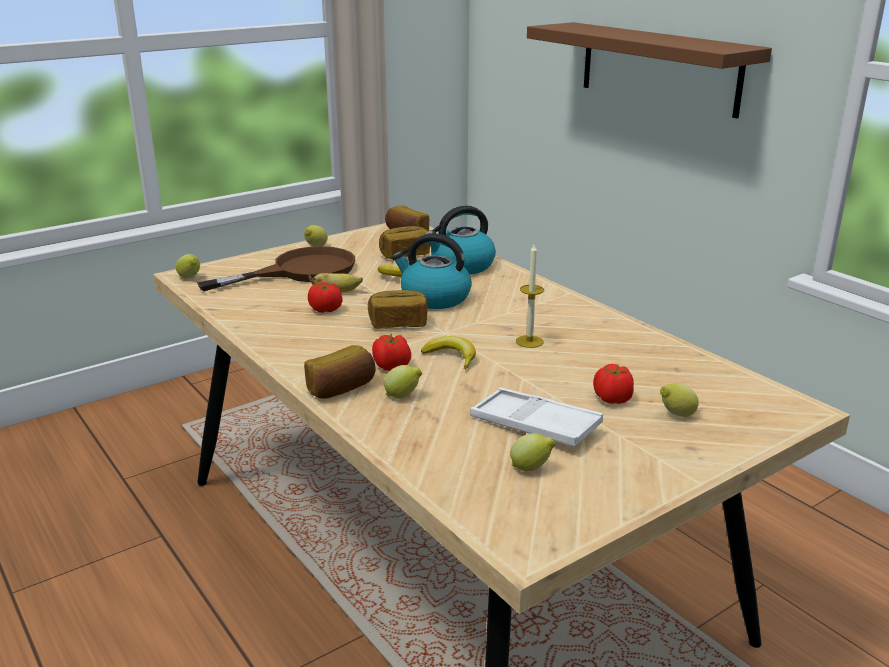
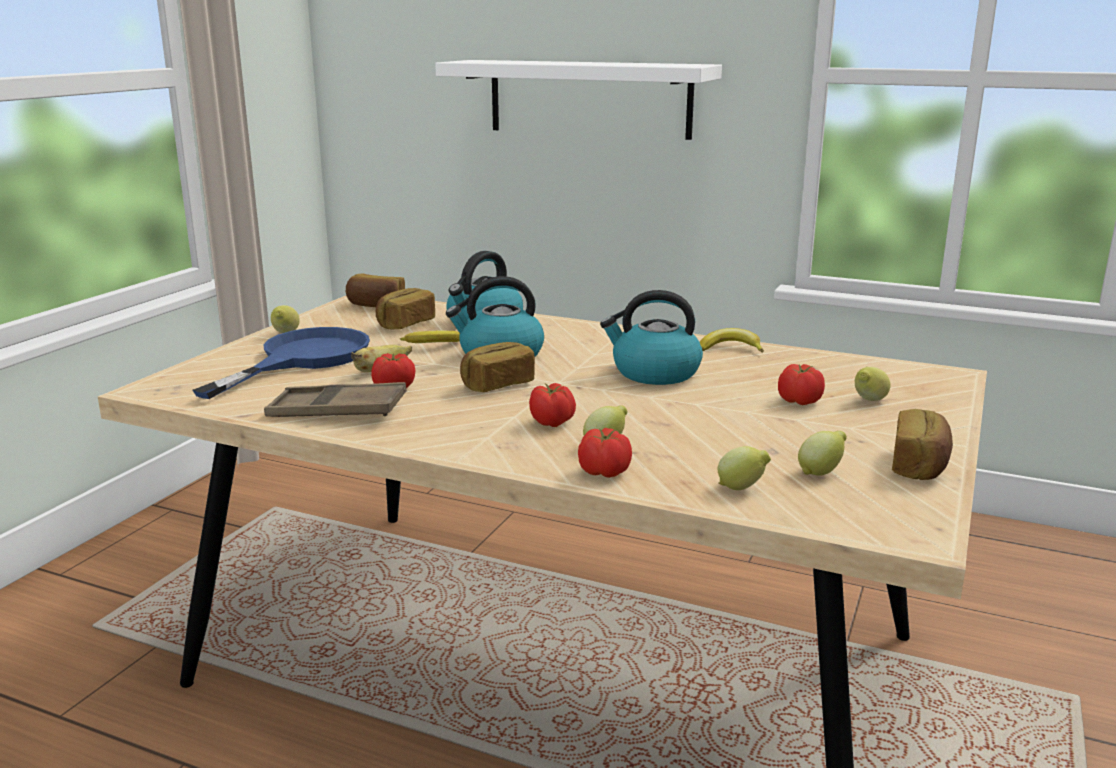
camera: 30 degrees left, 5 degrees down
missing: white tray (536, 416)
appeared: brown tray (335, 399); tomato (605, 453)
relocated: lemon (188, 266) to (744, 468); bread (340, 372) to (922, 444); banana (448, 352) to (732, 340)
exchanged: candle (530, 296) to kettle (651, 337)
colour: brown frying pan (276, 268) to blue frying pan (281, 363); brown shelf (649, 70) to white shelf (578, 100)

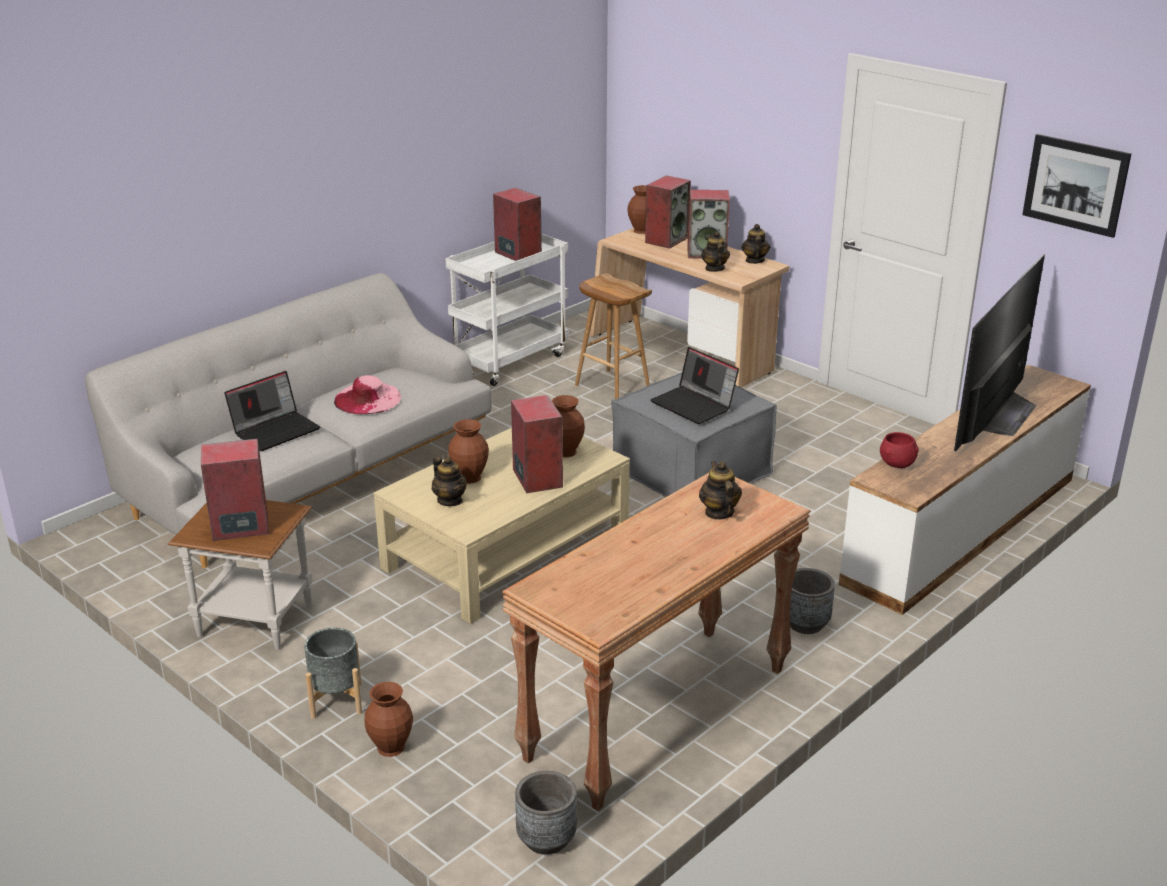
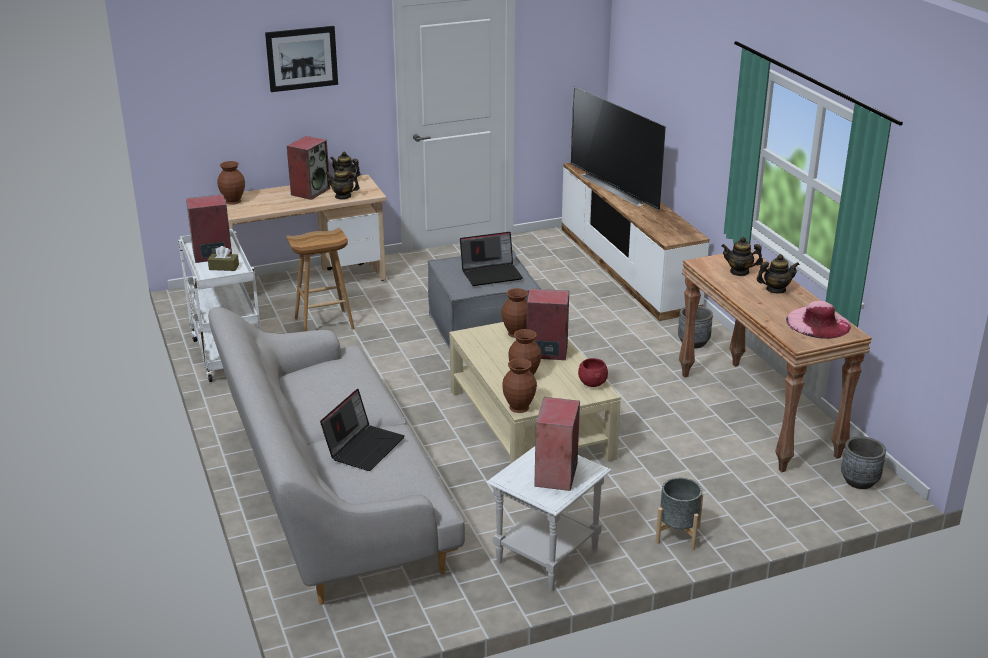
camera: 65 degrees left, 0 degrees up
missing: speaker (668, 212)
appeared: brown tissue box (223, 258)
relocated: pink hat (367, 394) to (818, 320); brown vase (389, 719) to (519, 385); teapot (449, 481) to (778, 274); red bowl (899, 450) to (593, 372); picture (1076, 186) to (301, 59)
colour: brown side table (240, 575) to white side table (549, 518)
spun: laptop (272, 411) = (362, 430) 45 degrees clockwise

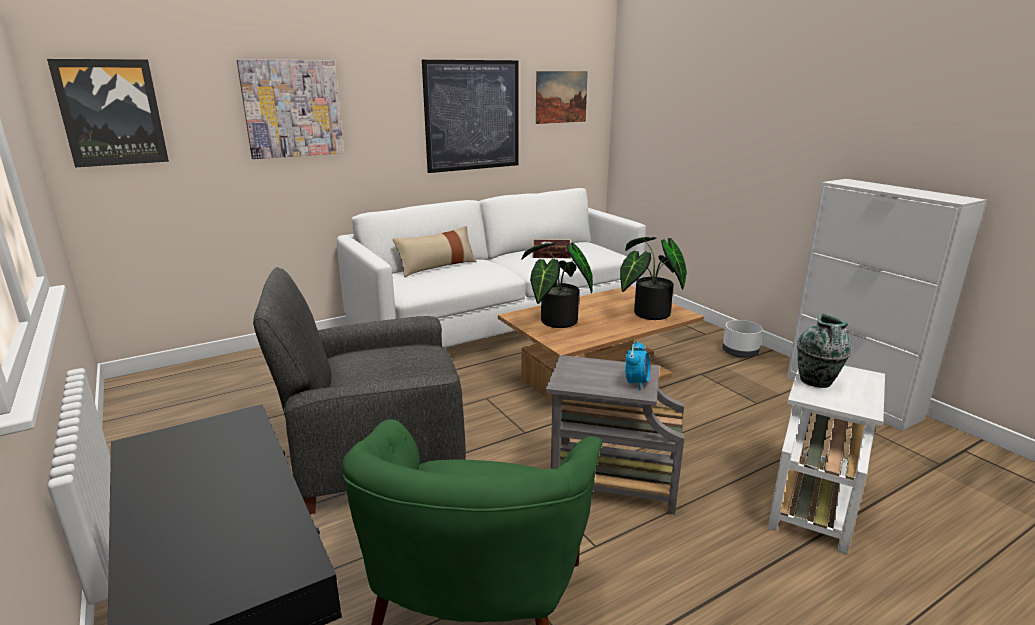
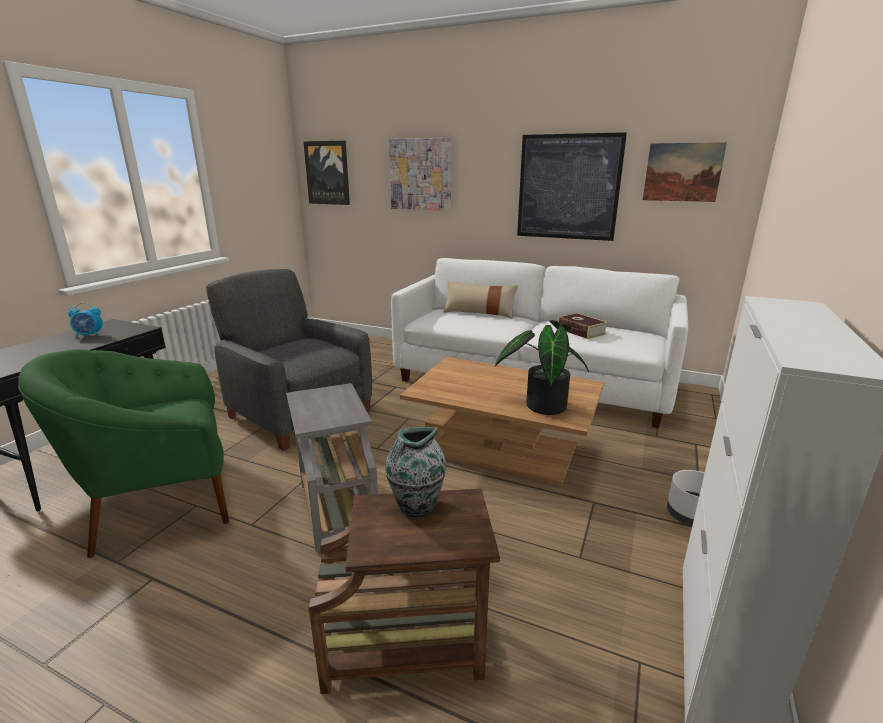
camera: 55 degrees right, 0 degrees up
missing: potted plant (557, 285)
relocated: alarm clock (637, 366) to (85, 320)
colour: white side table (826, 460) to brown side table (404, 591)

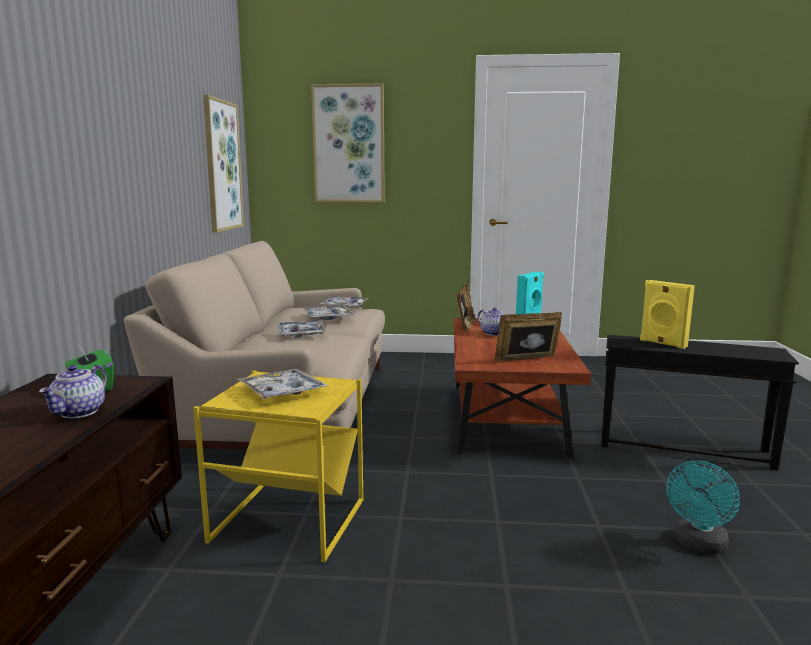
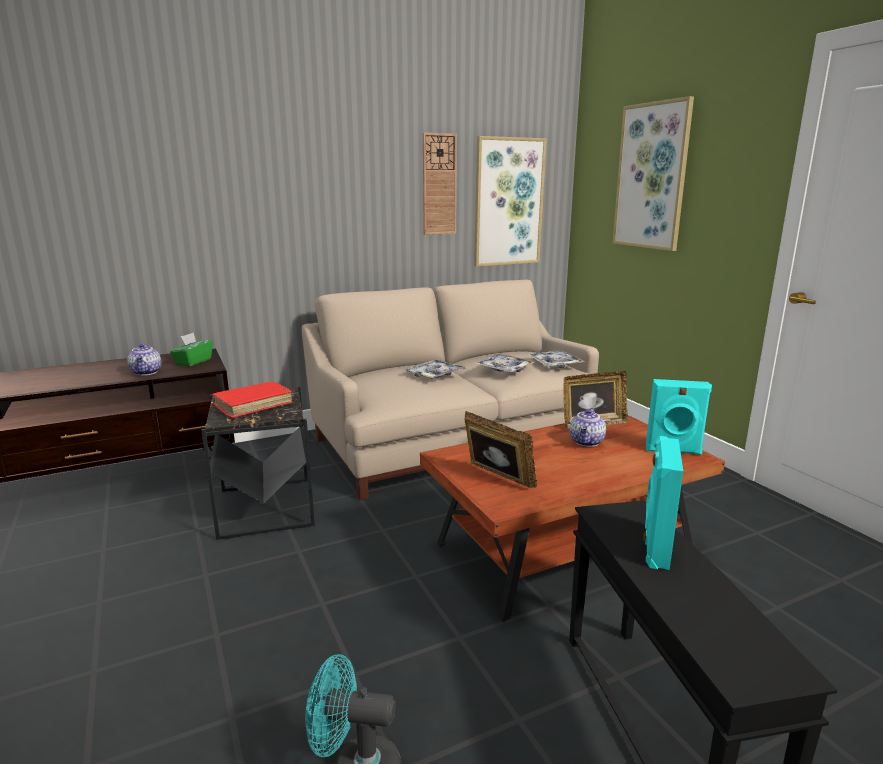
camera: 60 degrees right, 5 degrees up
appeared: wall clock (440, 184)
exchanged: tray (283, 384) to red book (252, 400)
colour: yellow side table (278, 466) to black side table (258, 463); yellow speaker (667, 314) to turquoise speaker (663, 503)
spun: teapot (73, 392) = (144, 360) 90 degrees counterclockwise

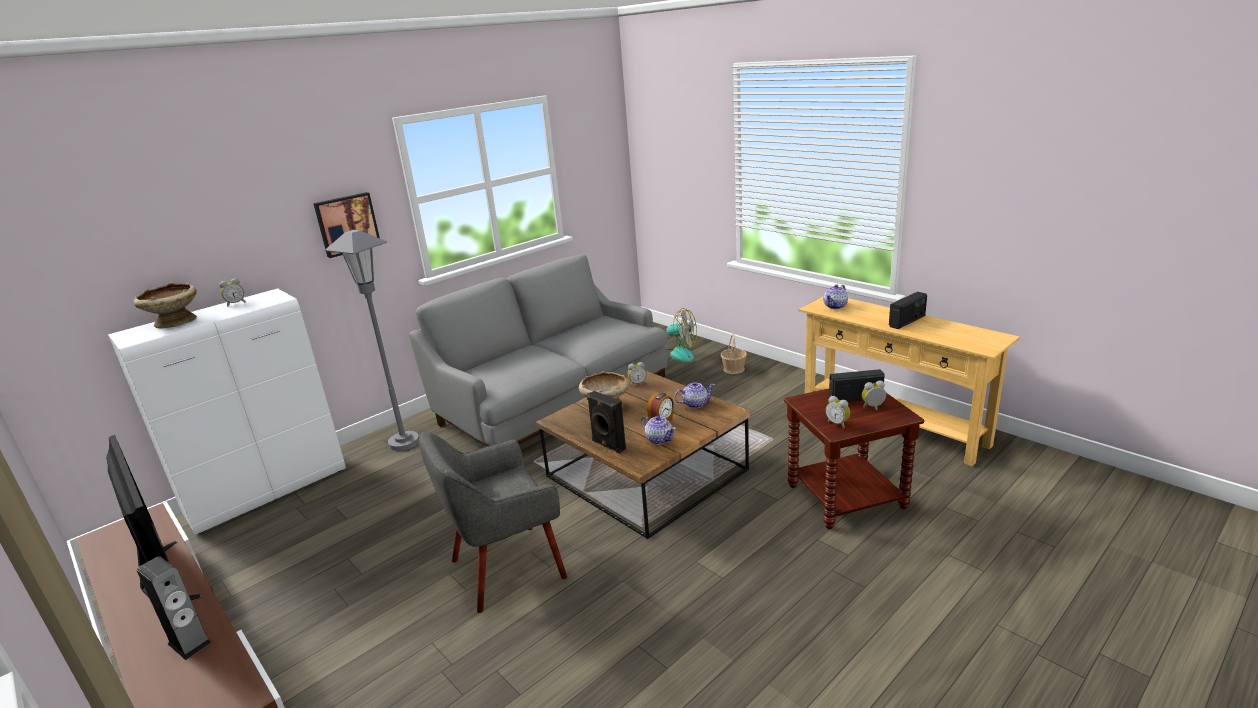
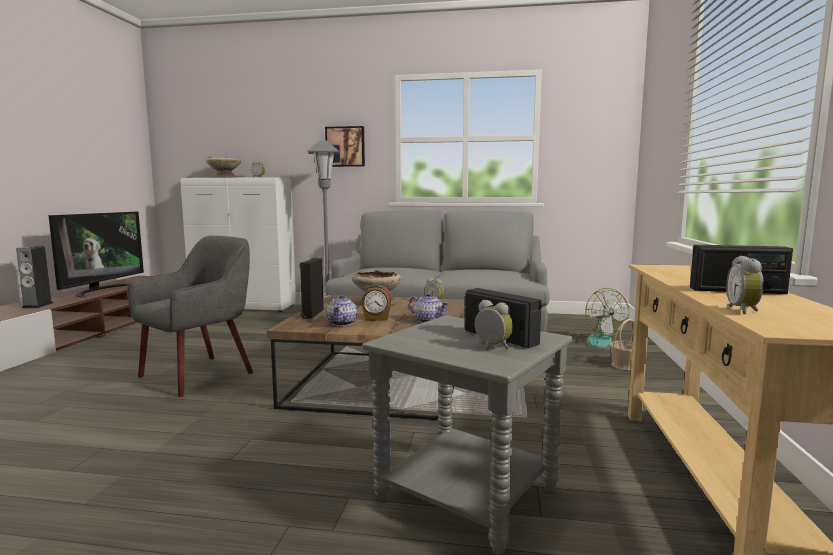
camera: 50 degrees right, 15 degrees down
missing: teapot (836, 297)
relocated: alarm clock (838, 412) to (745, 285)
colour: brown side table (854, 459) to grey side table (467, 435)
spun: grey armchair (493, 522) = (190, 316) 105 degrees clockwise

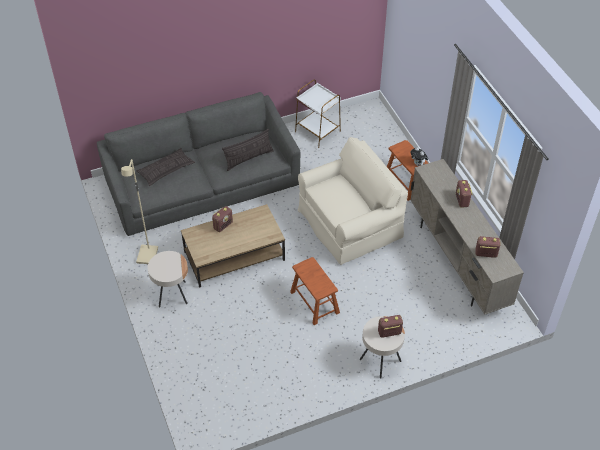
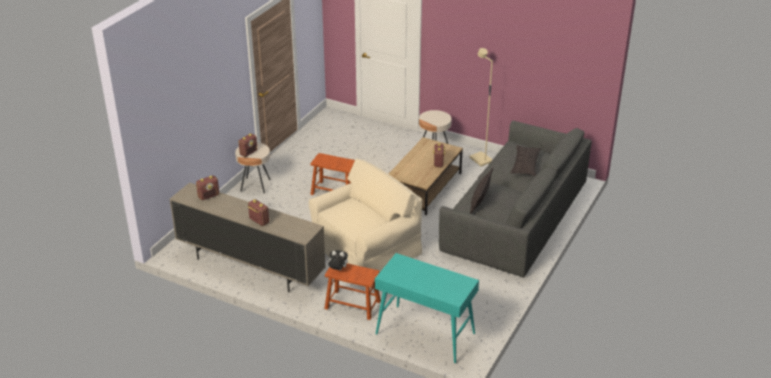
camera: 140 degrees right, 15 degrees down
missing: white side table (318, 114)
appeared: turquoise console table (427, 308)
spun: beige armchair (353, 201) = (365, 214) 150 degrees counterclockwise

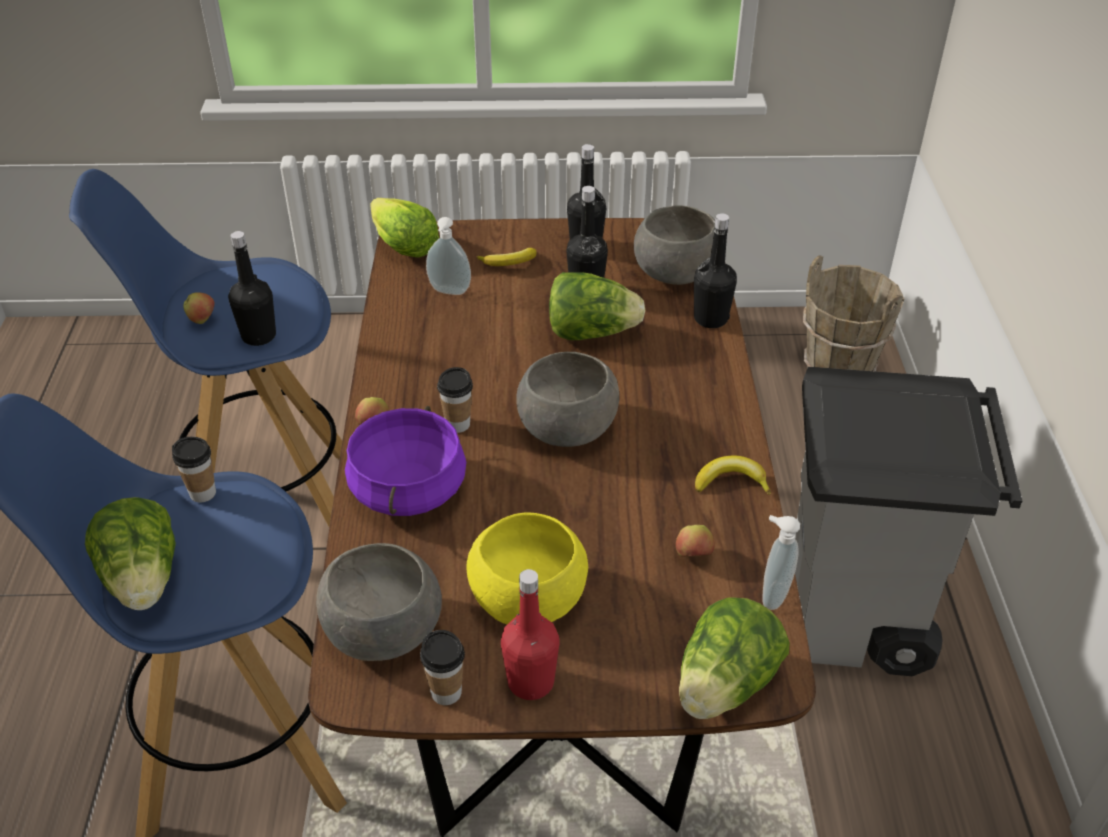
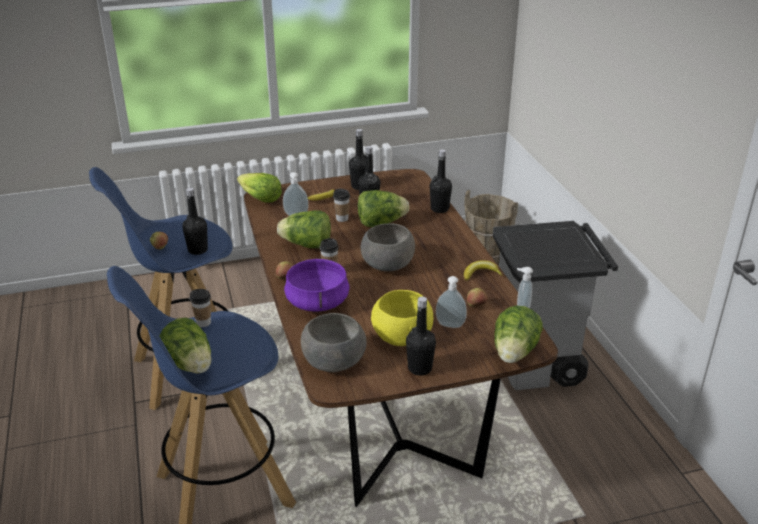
camera: 15 degrees left, 10 degrees down
missing: grey bowl (674, 245)
appeared: lettuce (304, 229); soap dispenser (451, 302)
relocated: cup (442, 667) to (341, 205)
colour: red bottle (530, 634) to black bottle (421, 336)

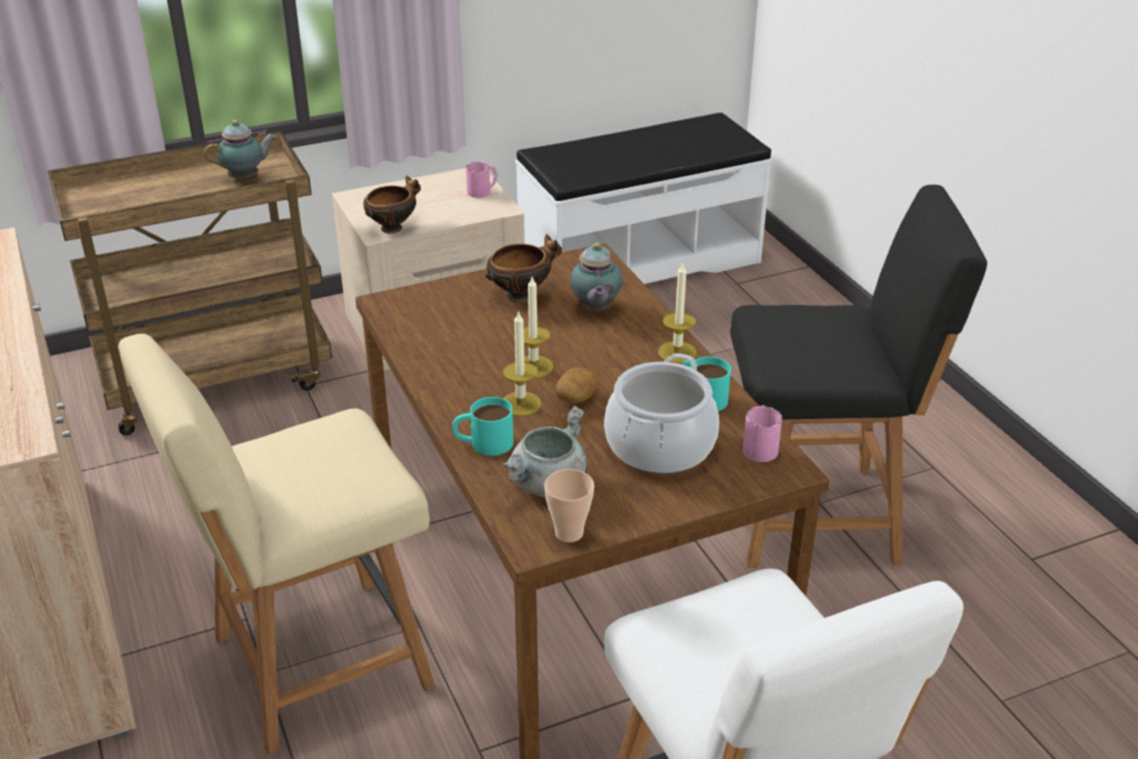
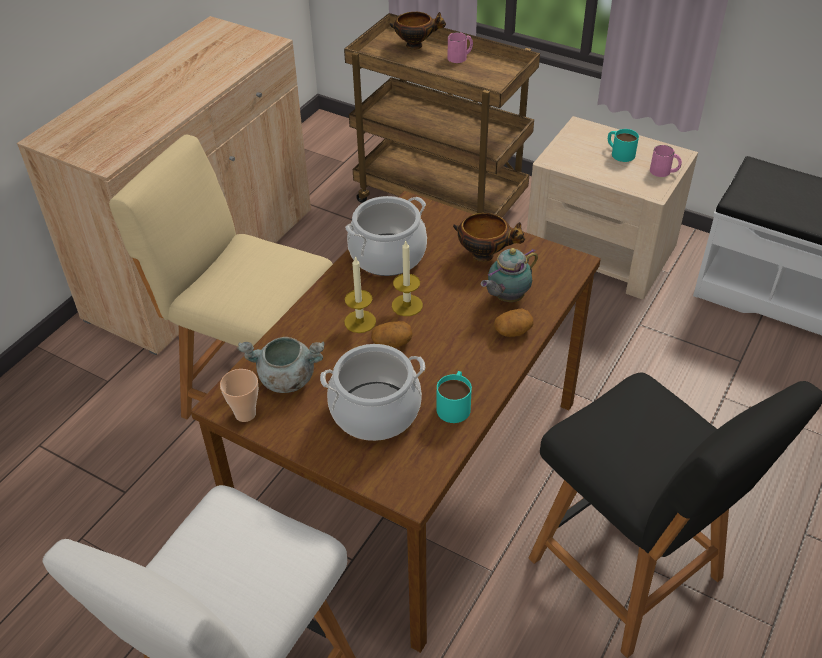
camera: 55 degrees right, 10 degrees up
missing: teapot (239, 150); candle (677, 313)
appeared: cooking pot (386, 236); potato (514, 323)
relocated: bowl (392, 205) to (418, 31); turquoise mug (483, 426) to (623, 145); pink mug (762, 433) to (460, 47)

